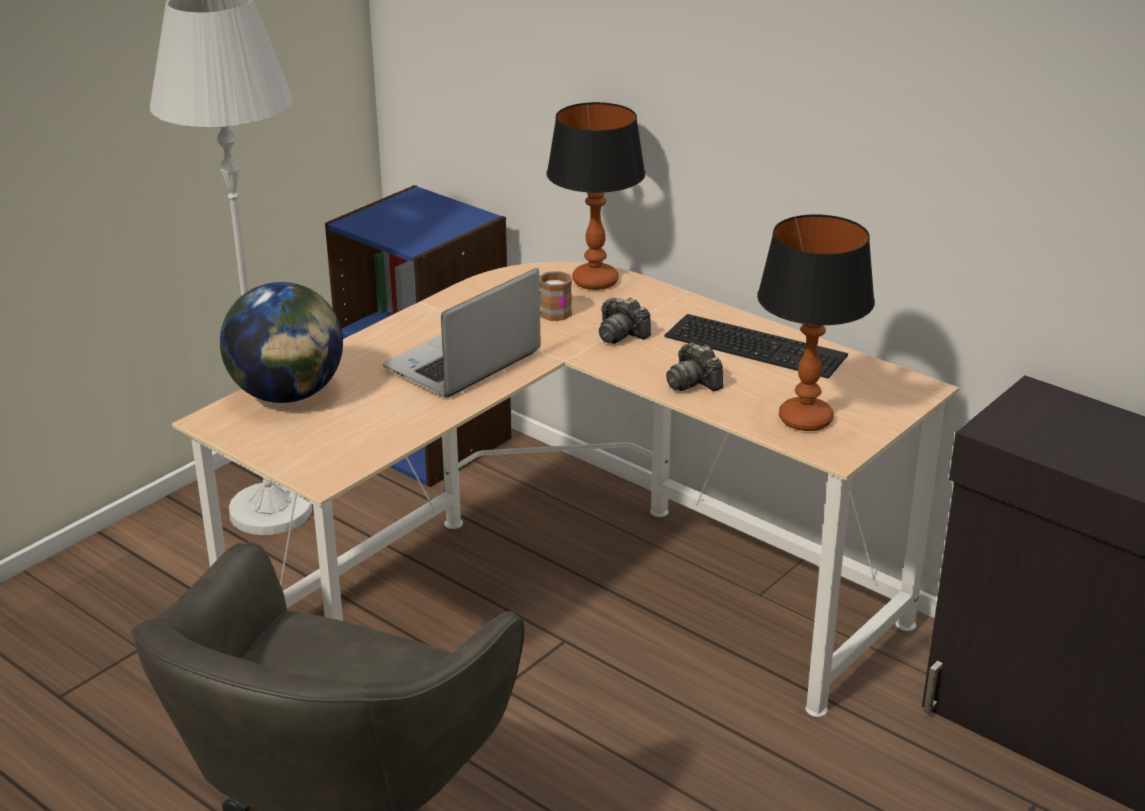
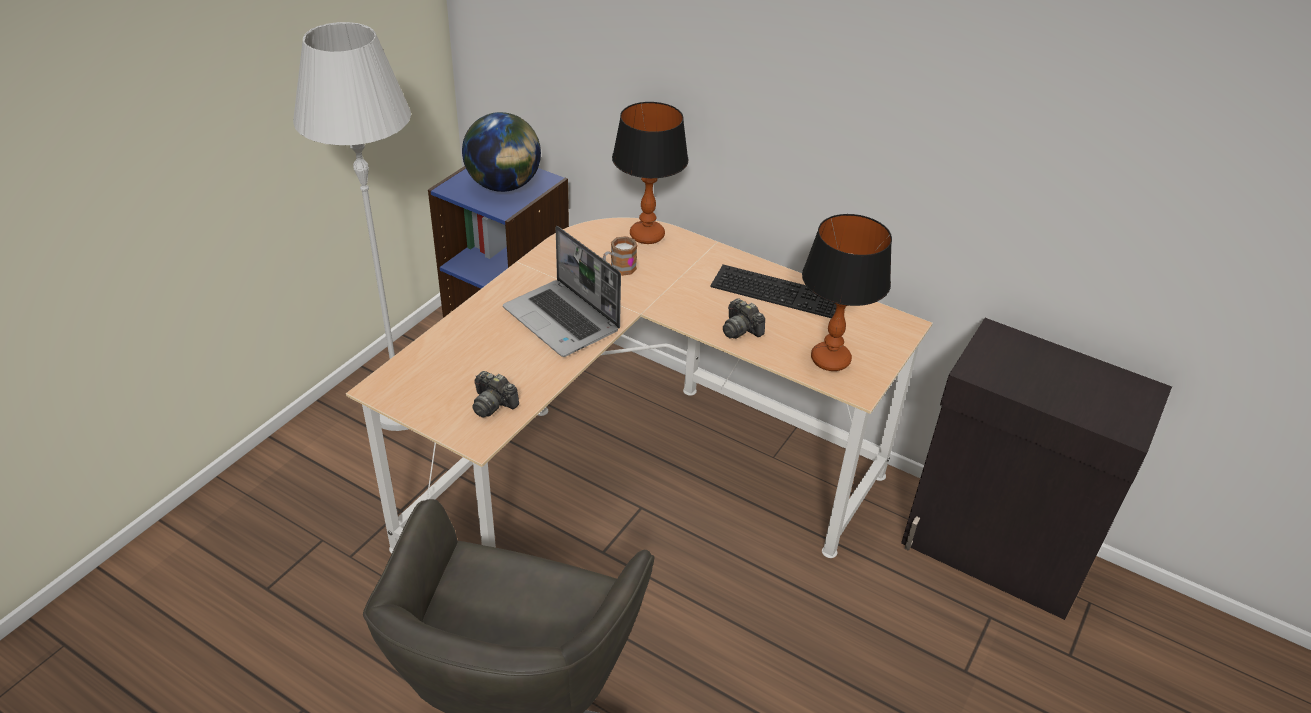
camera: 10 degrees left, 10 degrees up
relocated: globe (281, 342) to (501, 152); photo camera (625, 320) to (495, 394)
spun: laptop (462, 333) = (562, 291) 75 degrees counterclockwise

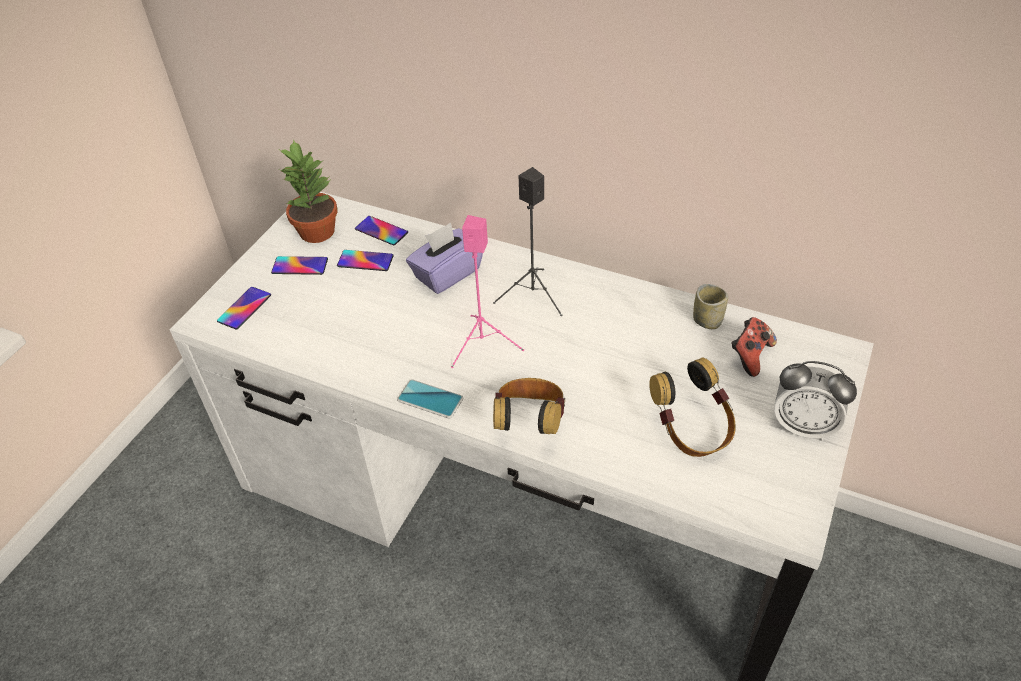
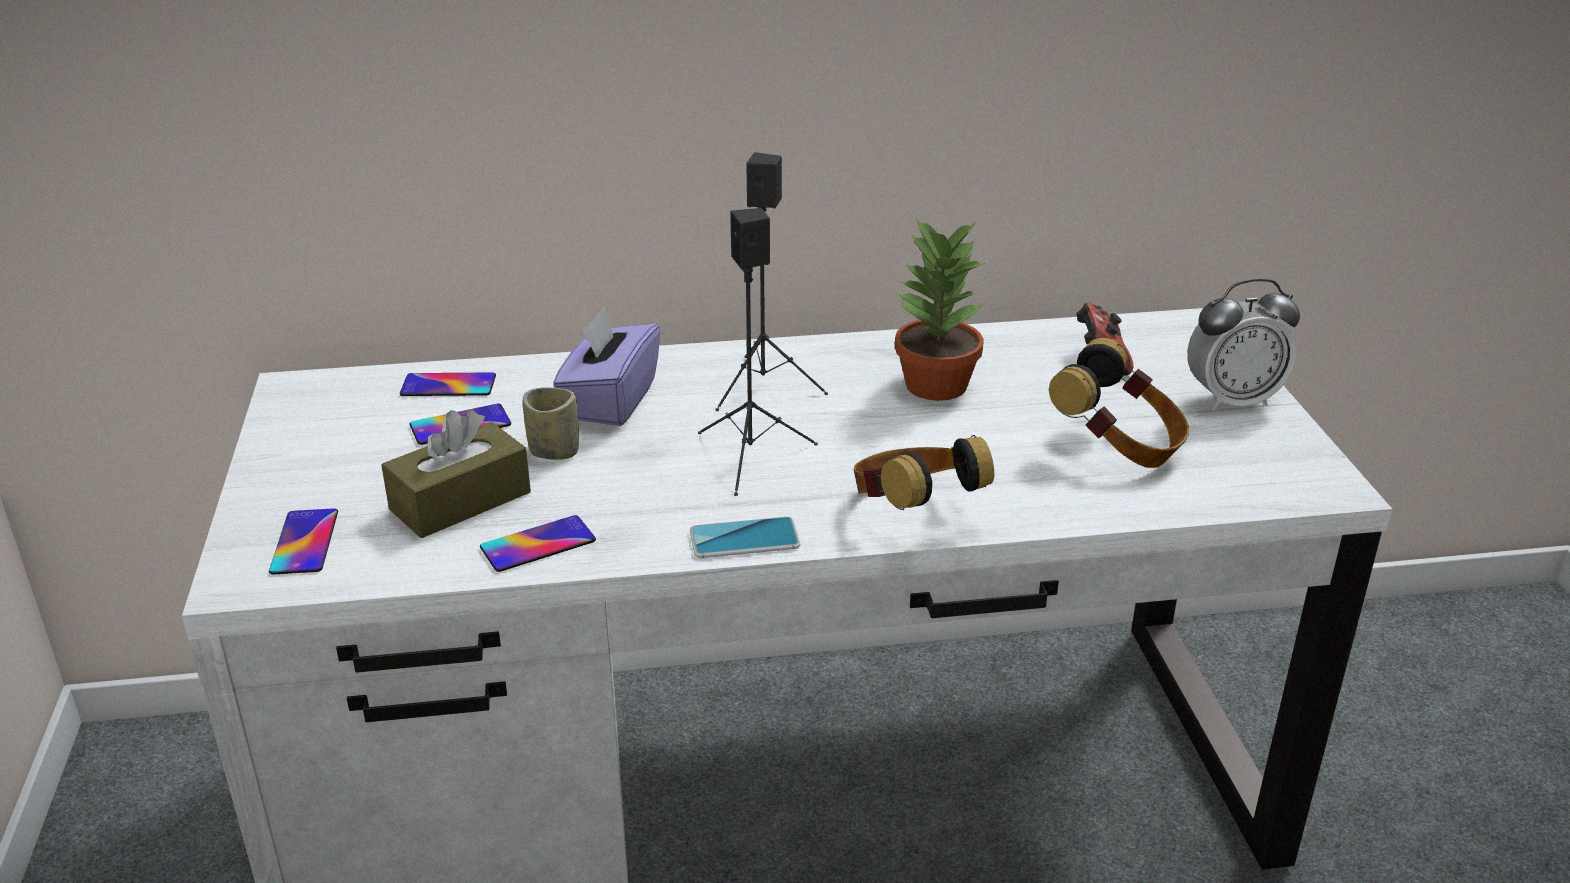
camera: 35 degrees left, 15 degrees down
appeared: brown tissue box (456, 474)
relocated: phone (299, 265) to (538, 543); potted plant (309, 191) to (939, 309); cup (710, 306) to (551, 423)
colour: pink speaker (487, 291) to black speaker (758, 352)

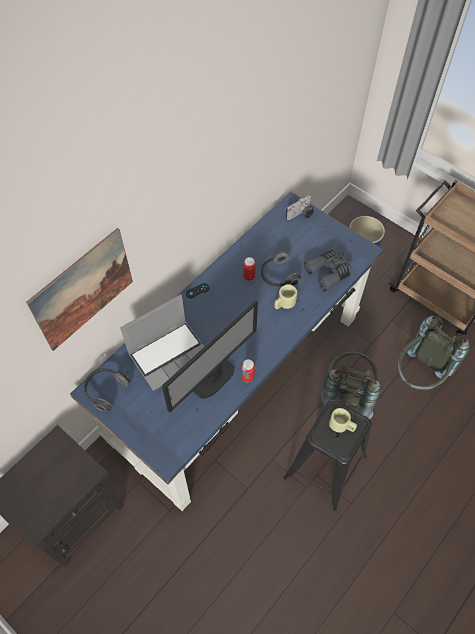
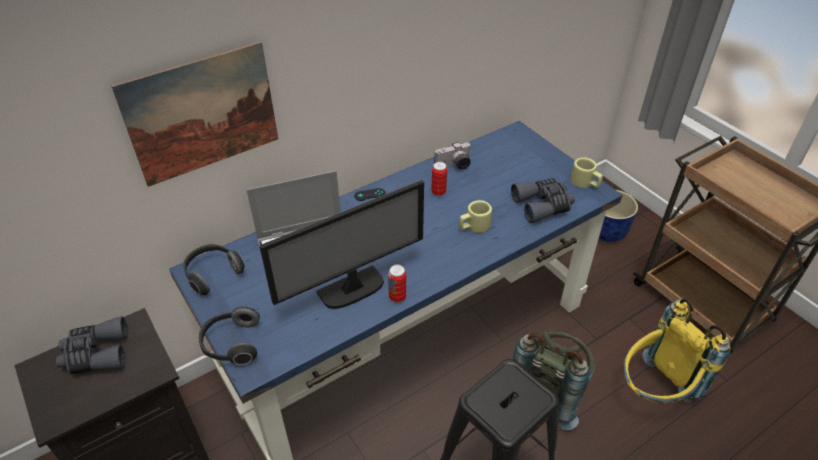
camera: 15 degrees right, 15 degrees down
appeared: grey binoculars (91, 345)
relocated: headphones (281, 269) to (229, 335); photo camera (300, 208) to (452, 156); beige mug (343, 420) to (586, 172)
colour: grey backpack (433, 353) to yellow backpack (677, 351)

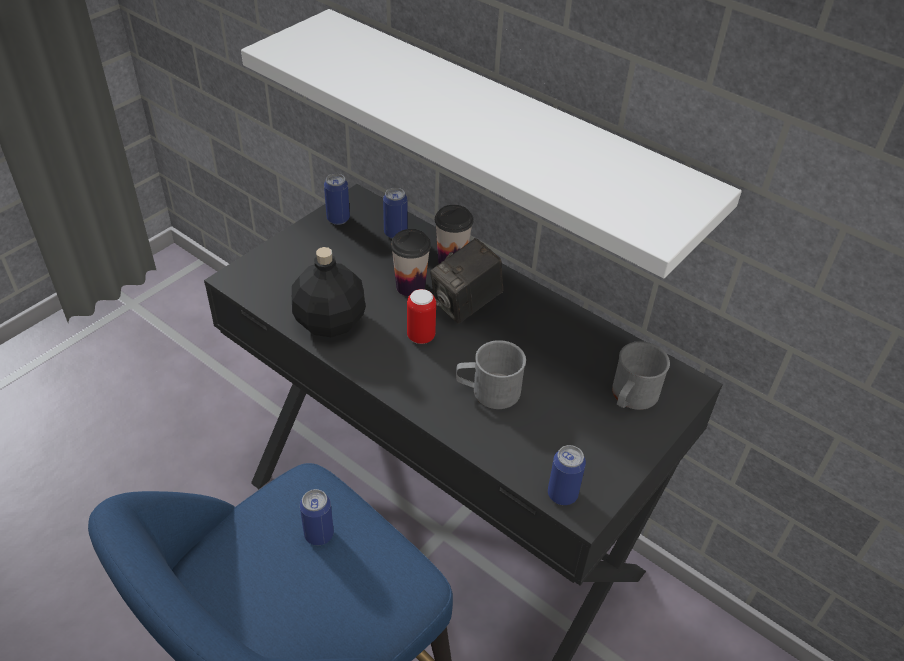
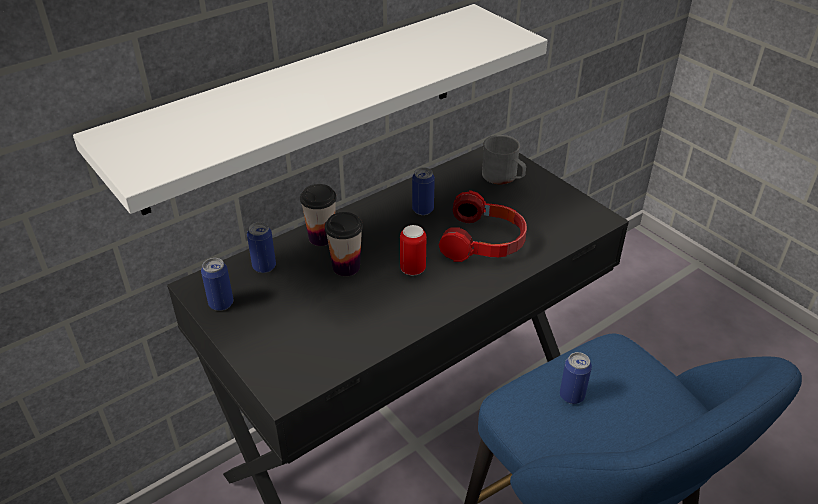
camera: 75 degrees left, 5 degrees down
missing: black bottle (329, 292); photo camera (466, 281)
relocated: can (567, 475) to (423, 191)
exchanged: grey mug (491, 374) to headphones (483, 226)

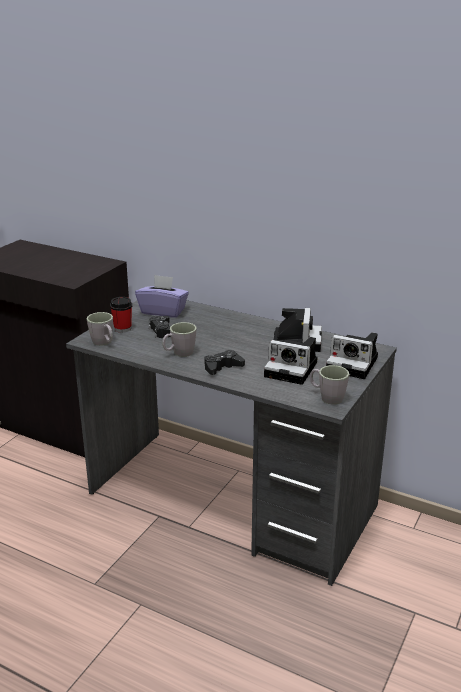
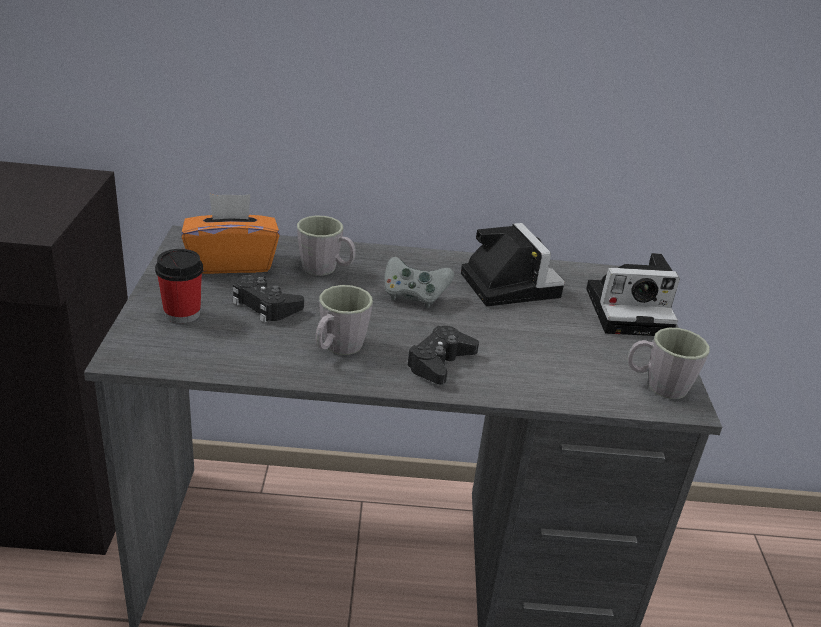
camera: 30 degrees left, 5 degrees up
missing: photo camera (291, 361)
appeared: grey game controller (419, 282)
relocated: grey mug (100, 329) to (326, 246)
colour: purple tissue box (162, 296) to orange tissue box (230, 233)

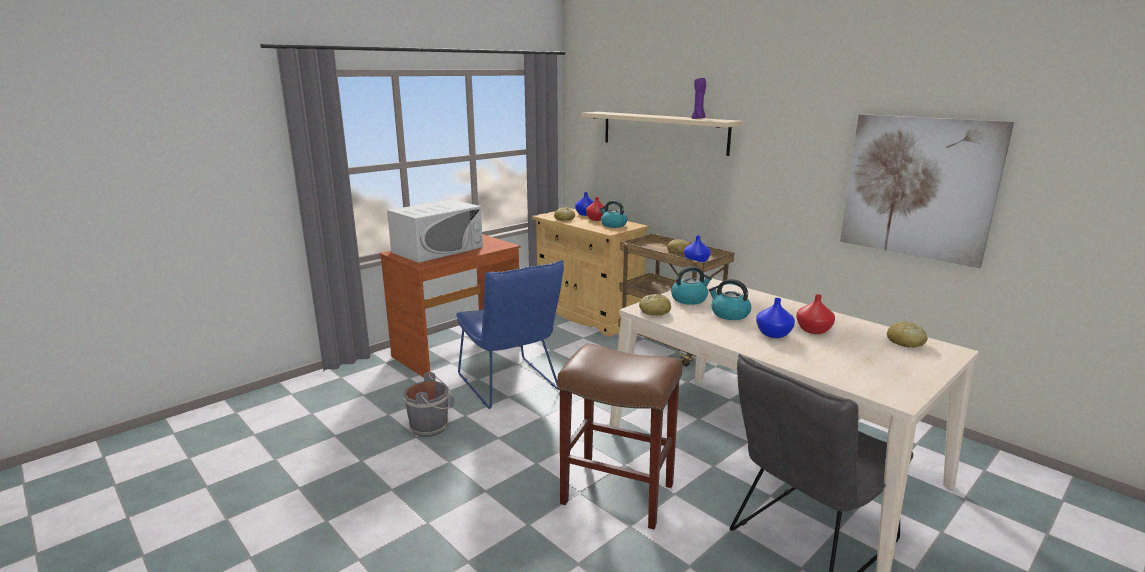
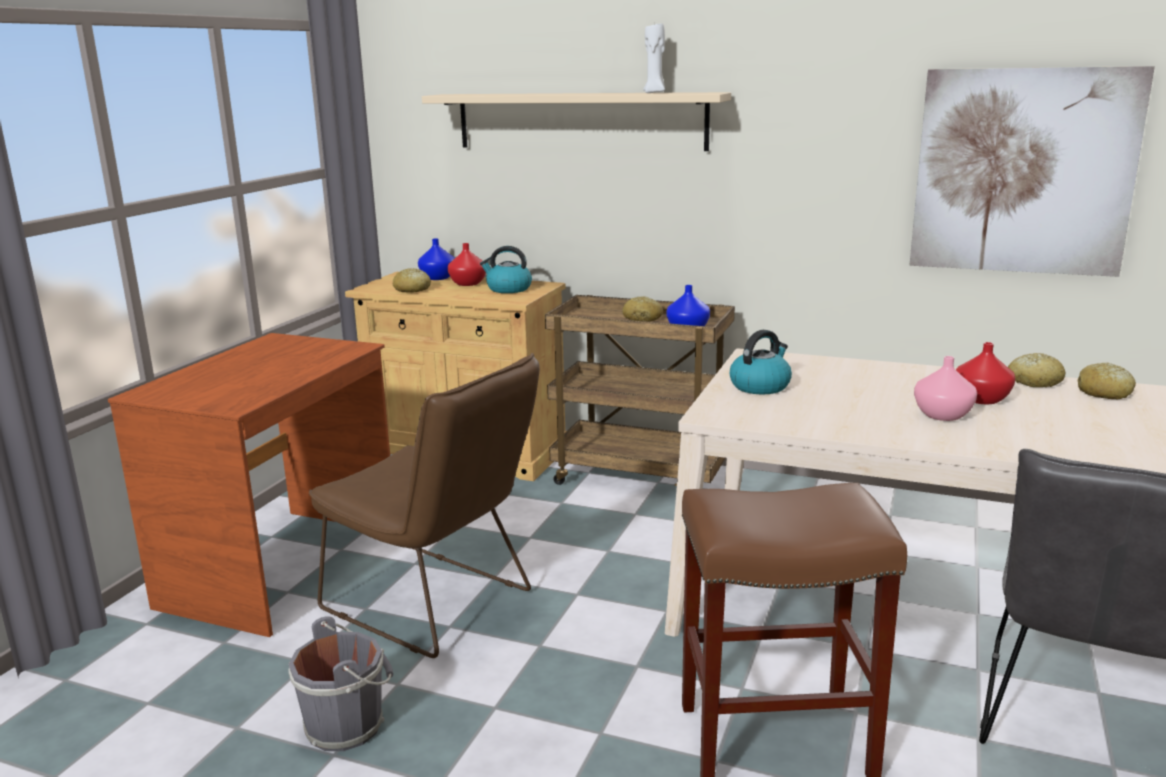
camera: 25 degrees left, 0 degrees up
missing: white microwave (435, 231); kettle (730, 299)
relocated: bread (655, 305) to (1036, 370)
colour: blue chair (510, 334) to brown chair (424, 505); purple candle (698, 98) to white candle (654, 58); blue vase (775, 318) to pink vase (945, 388)

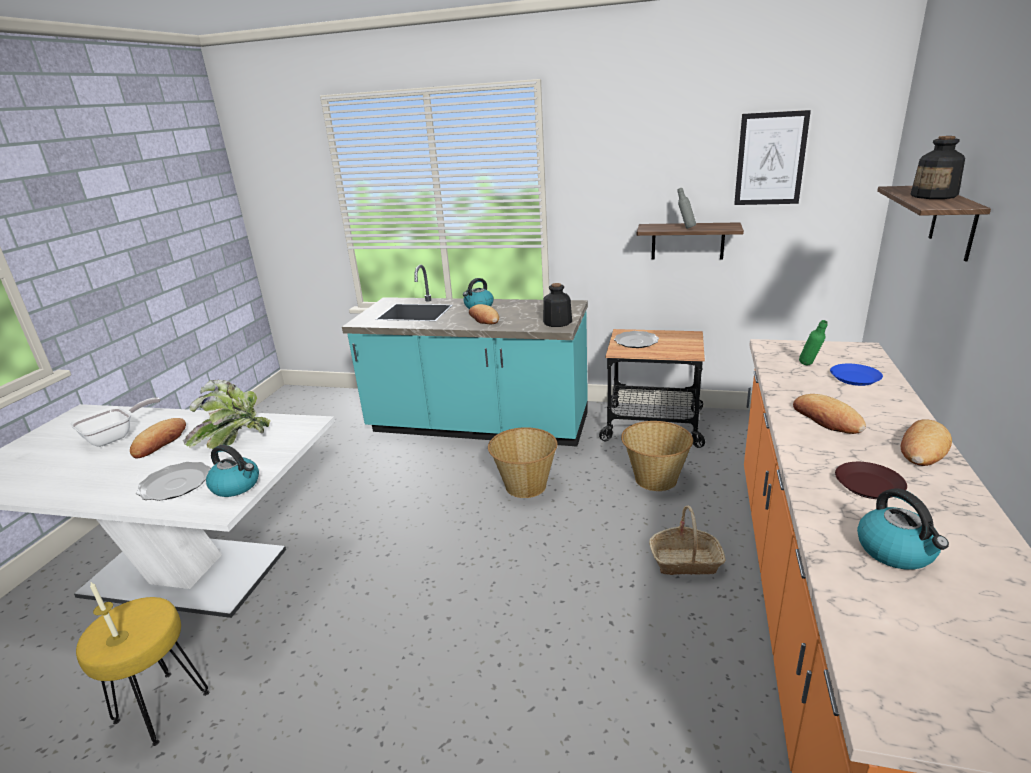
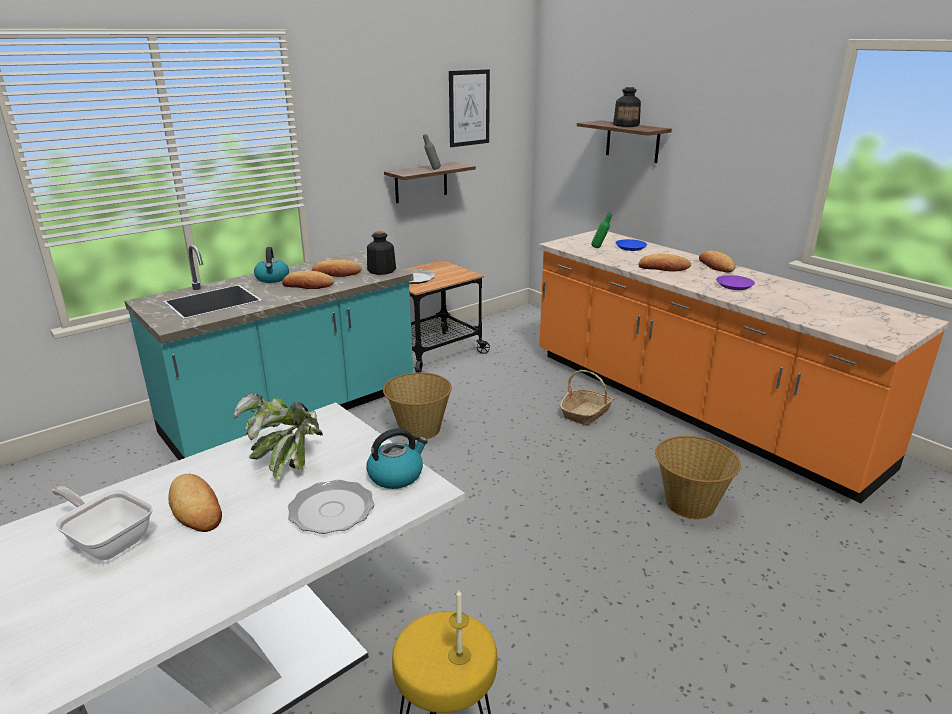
camera: 55 degrees left, 0 degrees up
missing: kettle (903, 529)
appeared: bread (336, 268)
relocated: basket (657, 456) to (698, 477)
colour: brown plate (871, 480) to purple plate (735, 282)
spun: frying pan (115, 422) = (102, 523) 45 degrees counterclockwise

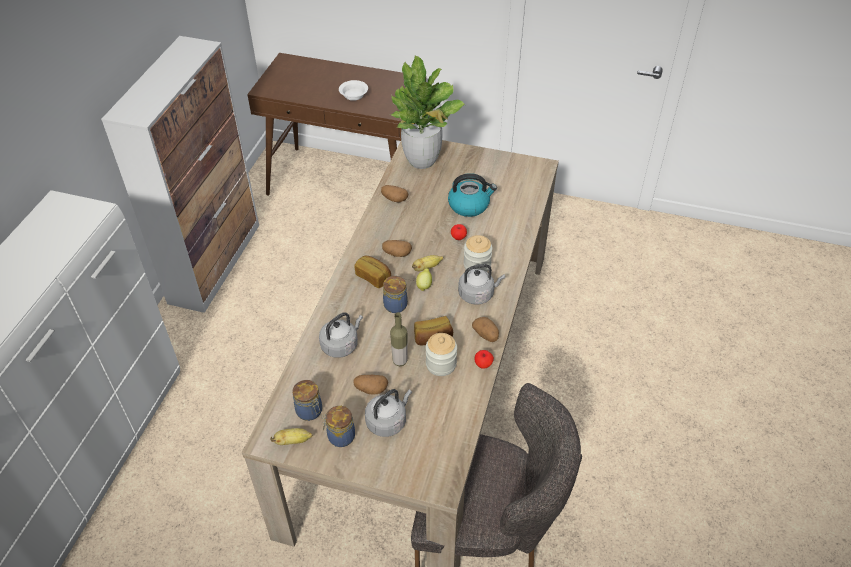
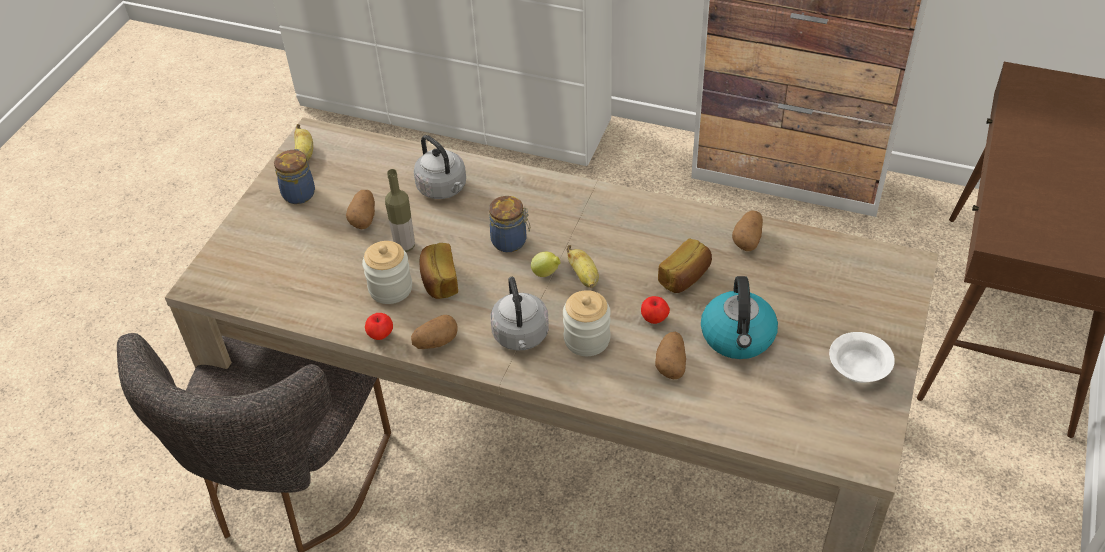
camera: 95 degrees right, 0 degrees up
missing: jar (307, 400); grey kettle (388, 413); potted plant (428, 112)
relocated: white bowl (353, 90) to (862, 357); bread (372, 272) to (685, 266); potato (397, 248) to (670, 355)

